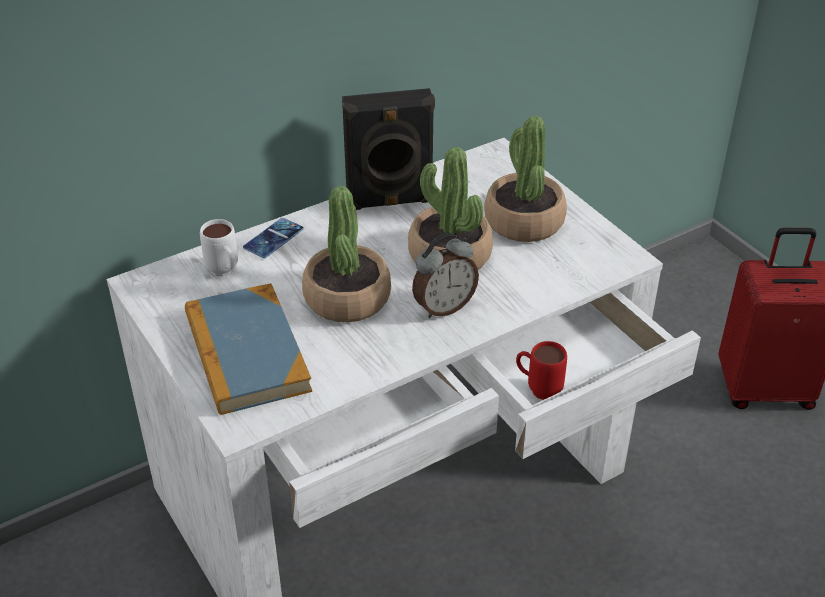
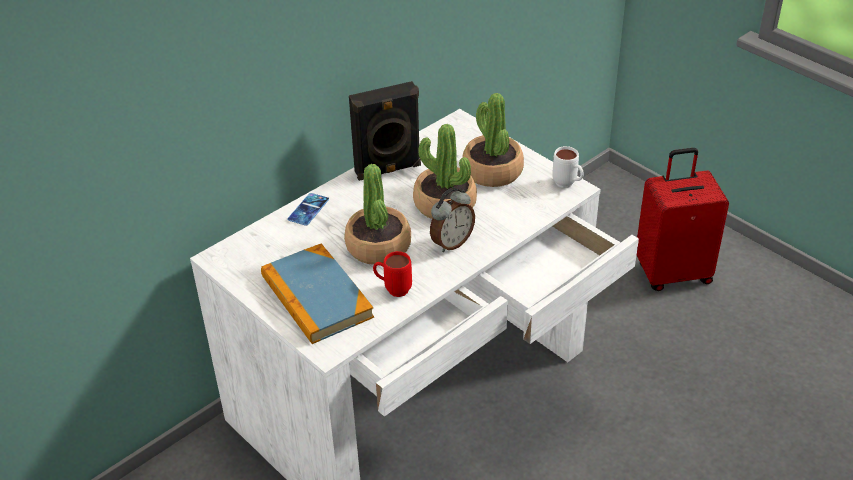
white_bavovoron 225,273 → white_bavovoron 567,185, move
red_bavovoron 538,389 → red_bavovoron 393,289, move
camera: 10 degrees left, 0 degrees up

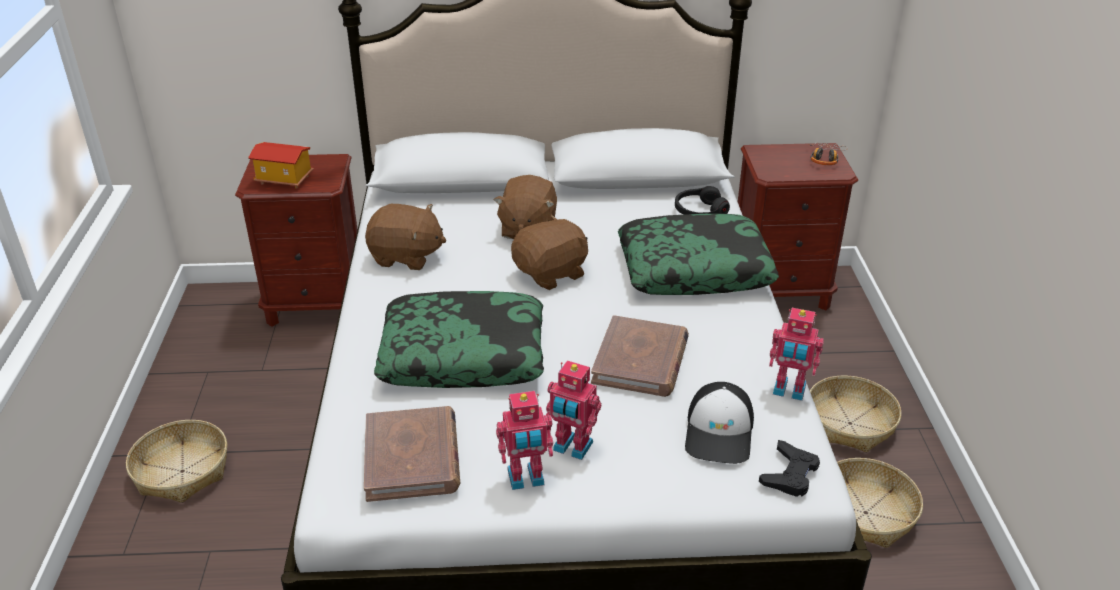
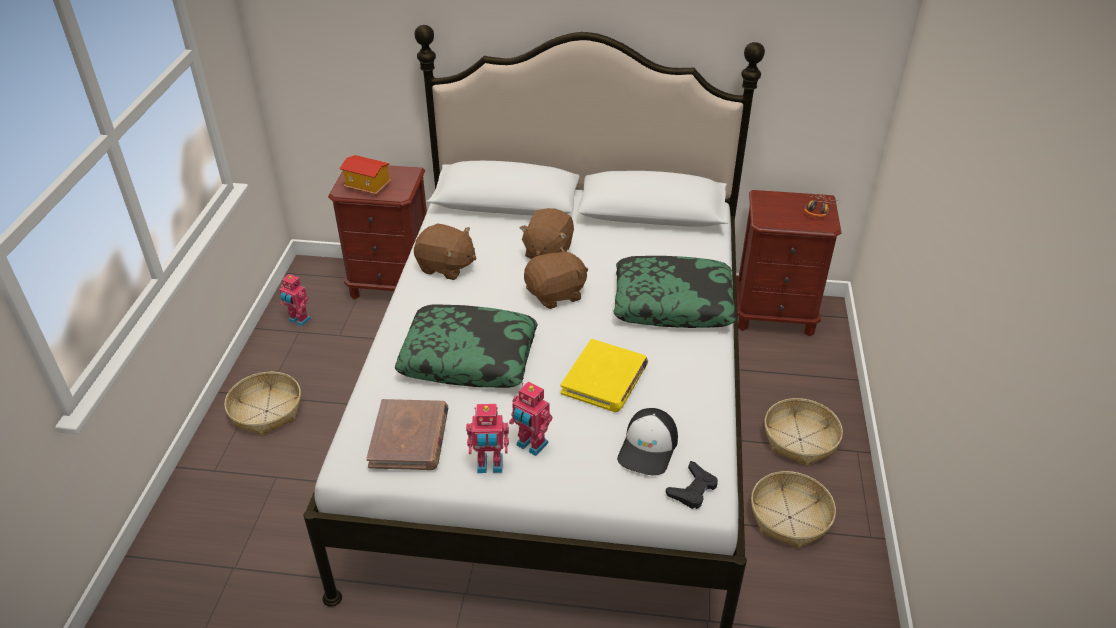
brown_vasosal 640,361 → yellow_vasosal 605,379
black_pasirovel 699,211 → -
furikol 789,391 → furikol 298,320, move
camera: 10 degrees right, 5 degrees up

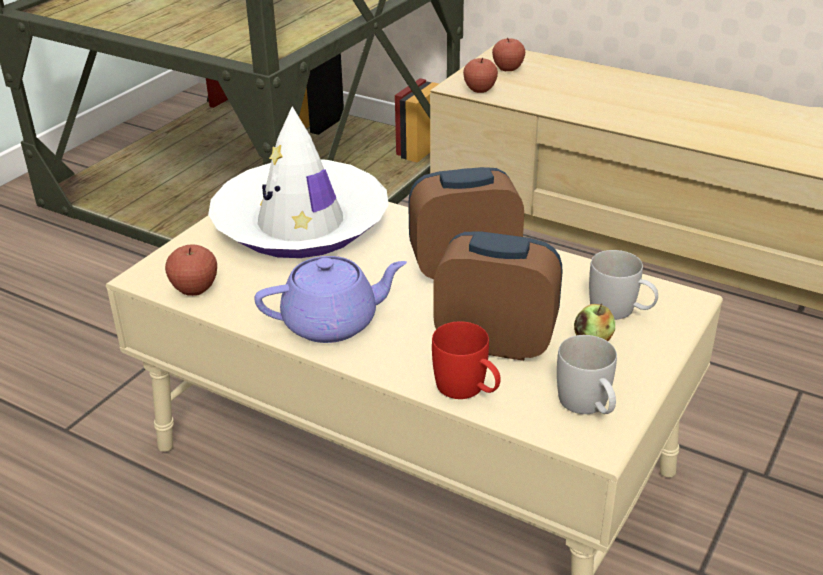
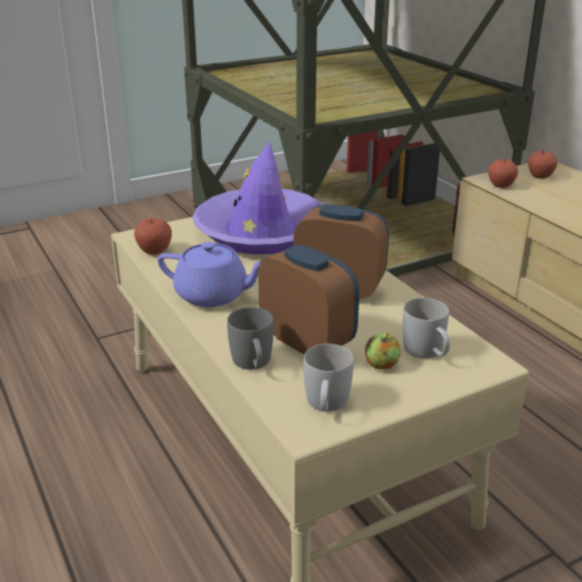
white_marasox 301,224 → purple_marasox 261,233
red_bavovoron 467,390 → grey_bavovoron 253,364
camera: 30 degrees right, 5 degrees down

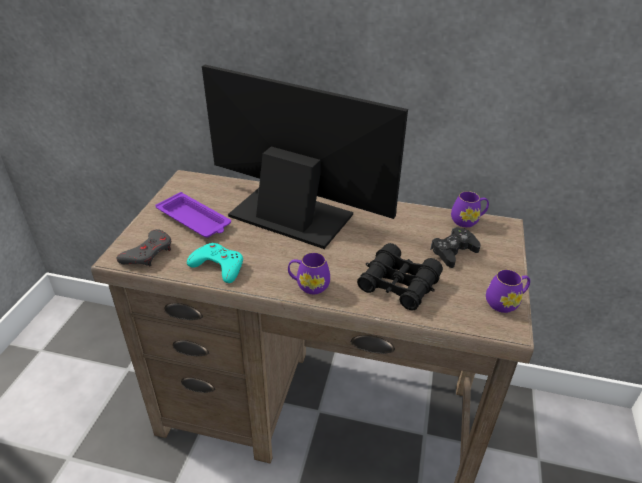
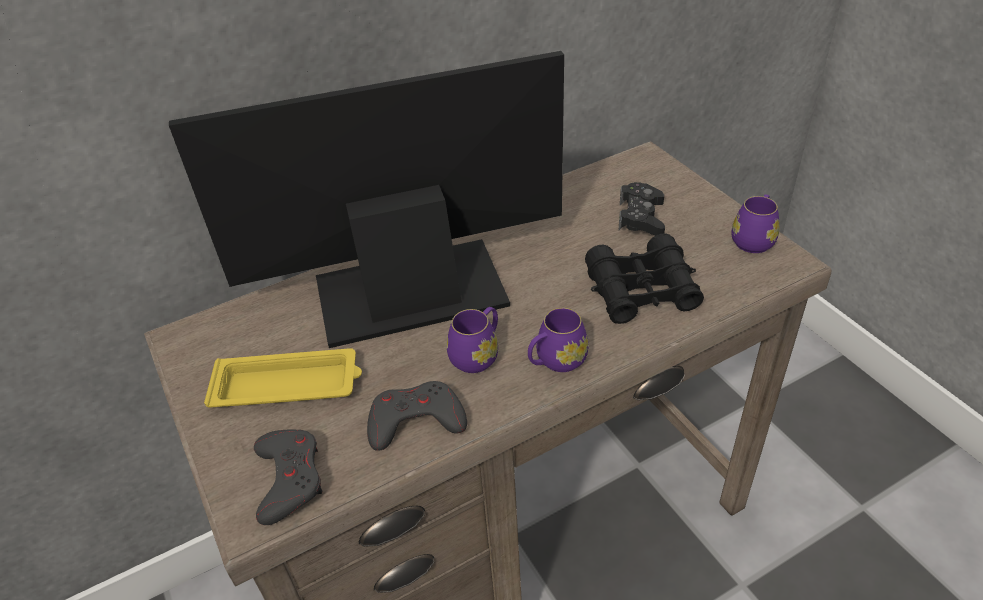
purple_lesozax 195,220 → yellow_lesozax 288,385
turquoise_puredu 218,266 → grey_puredu 415,421
purple_bavovoron 467,220 → purple_bavovoron 478,354, move
camera: 40 degrees left, 5 degrees up

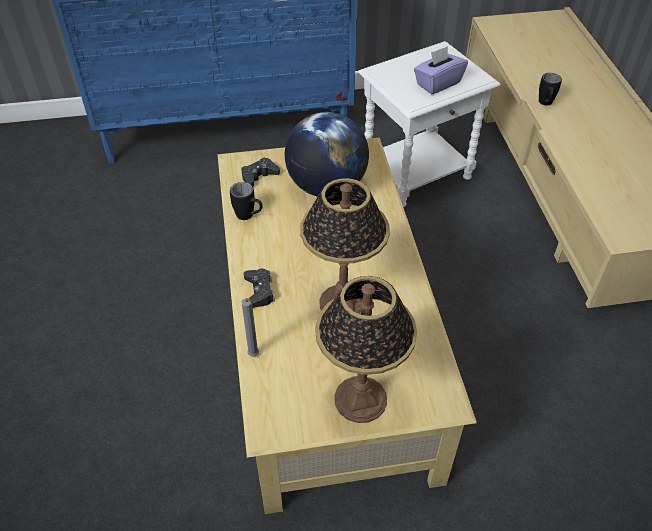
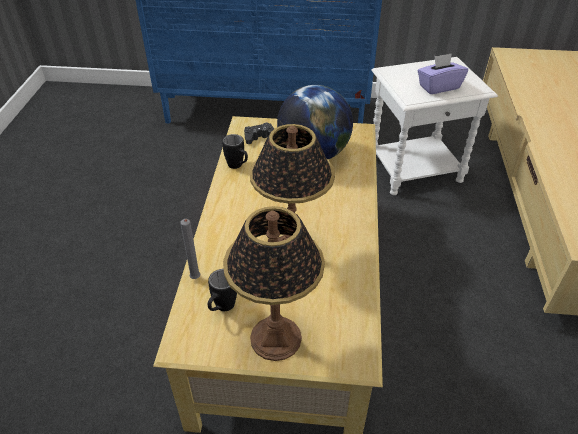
black_puredu 259,291 → -
black_bavovoron 545,104 → black_bavovoron 222,309, move
camera: 15 degrees right, 5 degrees down

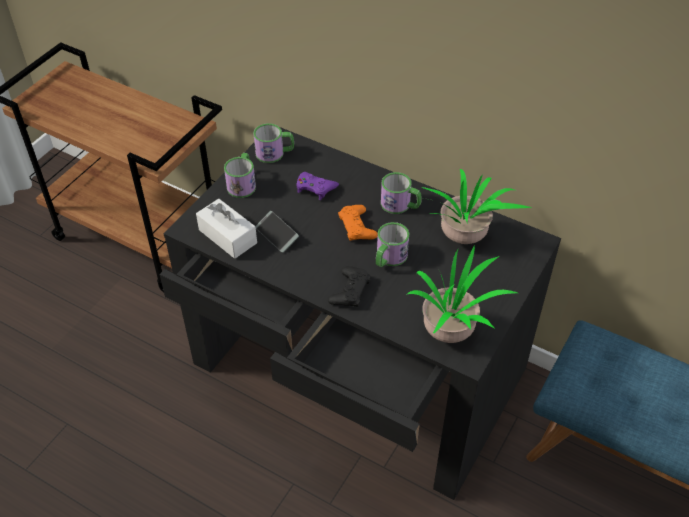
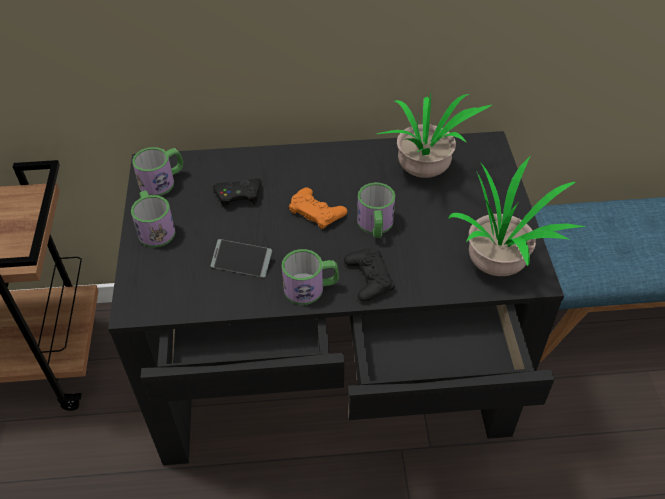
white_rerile 227,236 → -
purple_puredu 315,188 → black_puredu 238,195
bavovoron 400,205 → bavovoron 311,288, move
camera: 35 degrees left, 0 degrees up

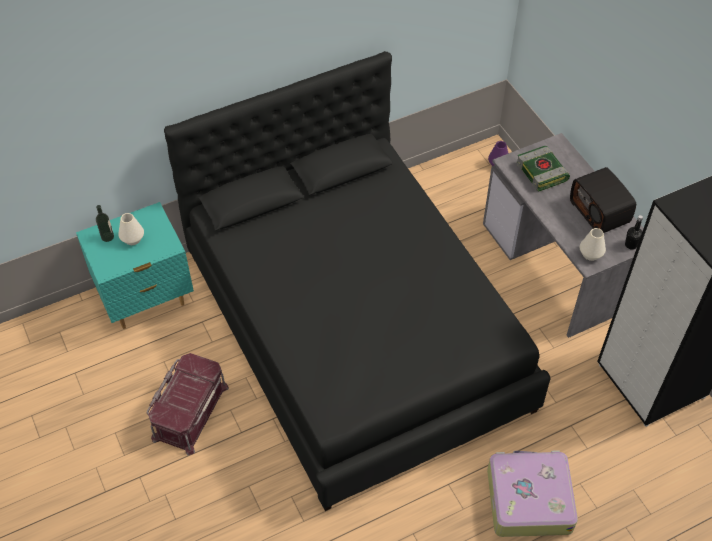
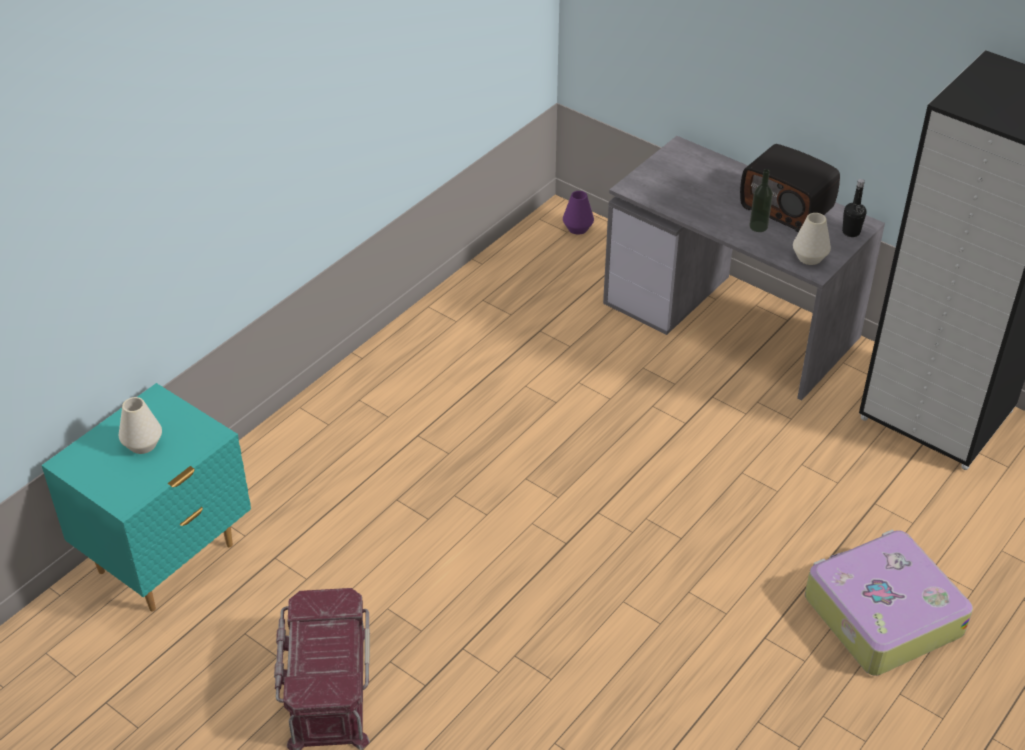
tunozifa 107,237 → tunozifa 758,226, move
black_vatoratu 355,329 → -
vasosal 542,172 → -
camera: 25 degrees left, 10 degrees down

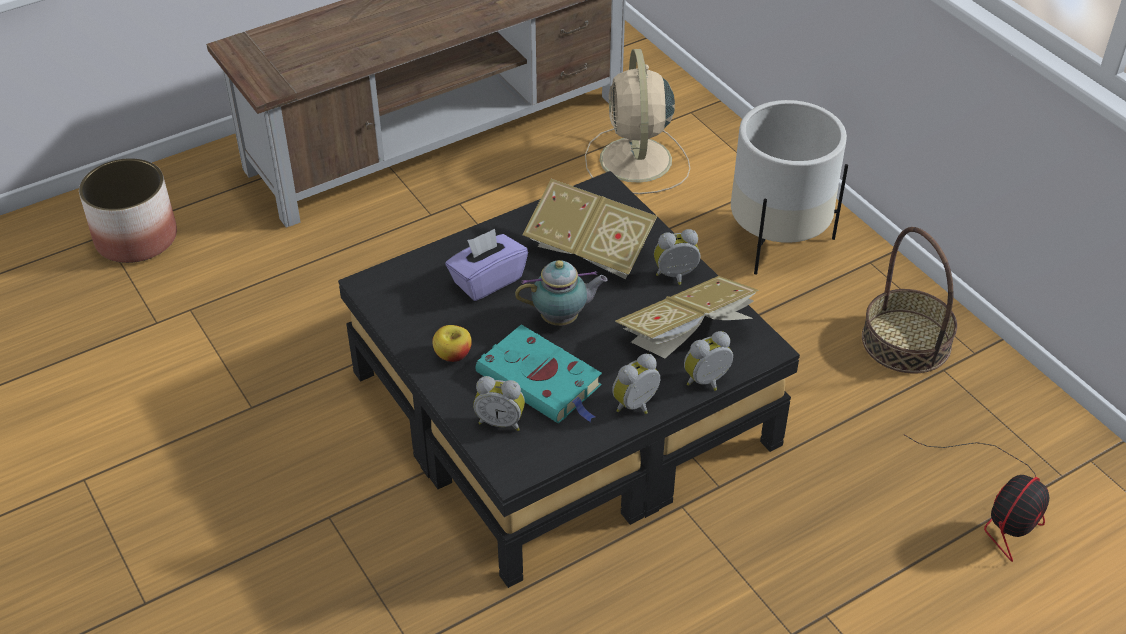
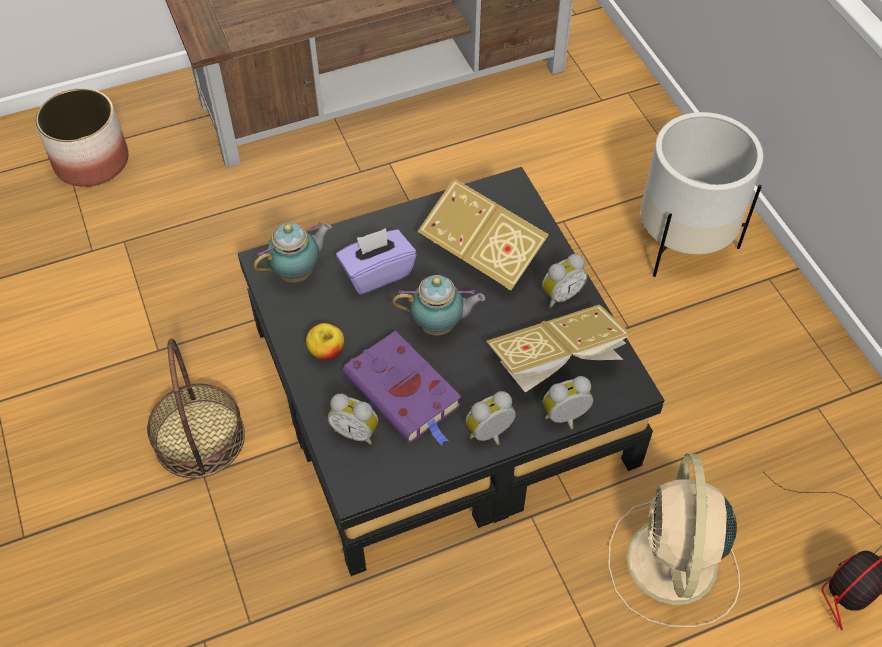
turquoise_vasosal 542,381 → purple_vasosal 405,393
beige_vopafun 636,162 → beige_vopafun 672,565, move
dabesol 676,277 → dabesol 560,295, 150 degrees clockwise
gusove 906,341 → gusove 200,438, move
- → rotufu 298,272
camera: 10 degrees right, 10 degrees up

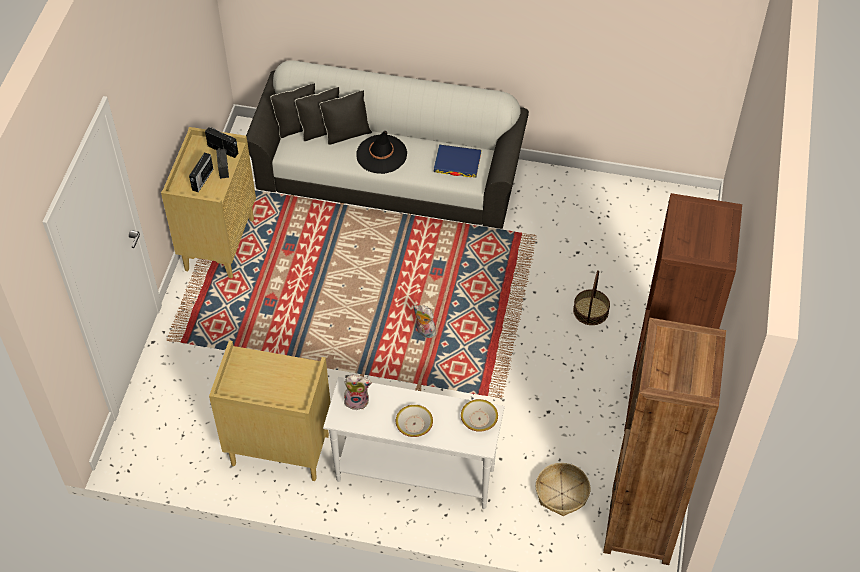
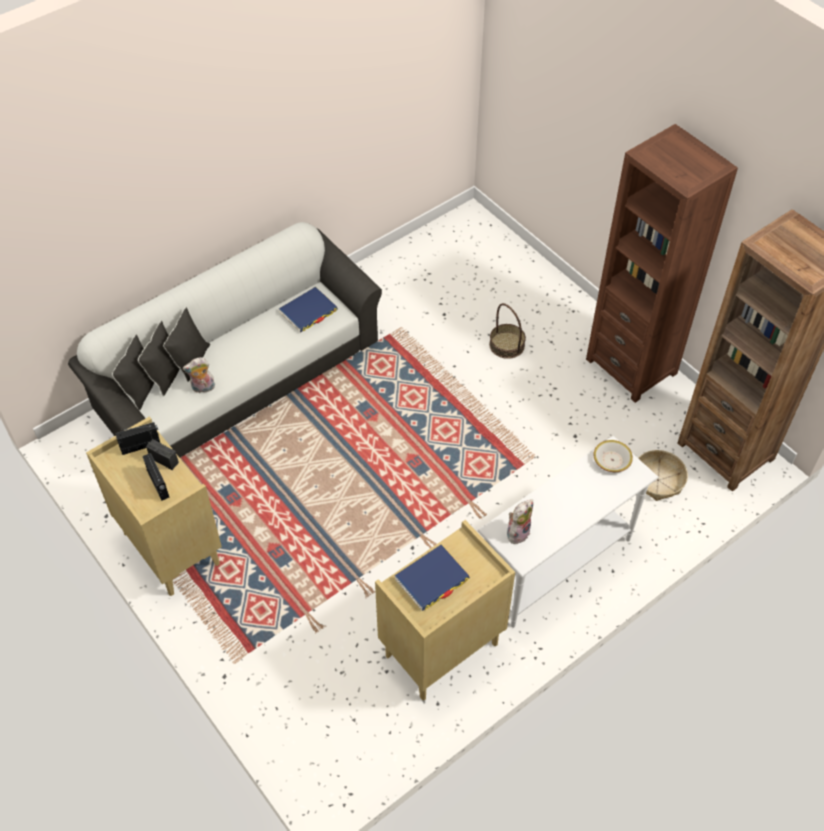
black_marasox 381,154 → -
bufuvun 414,424 → -
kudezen 424,332 → kudezen 203,388, move
- → blue_vasosal 432,579
camera: 50 degrees left, 0 degrees up

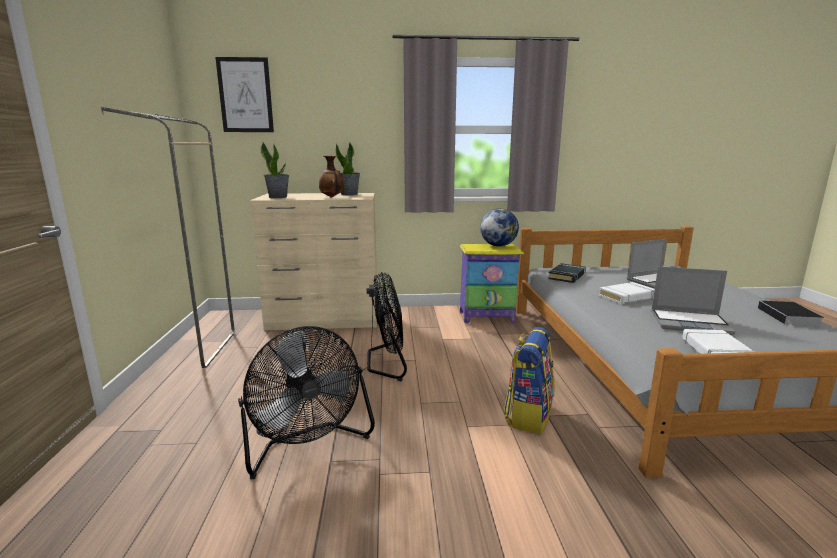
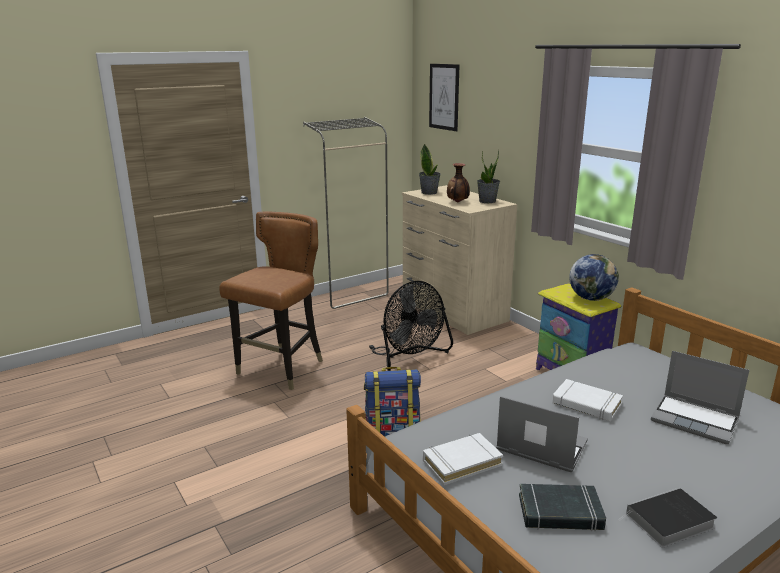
black_vopafun 301,445 → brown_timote 282,369
black_vasosal 567,276 → black_vasosal 560,512, move
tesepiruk 690,323 → tesepiruk 540,447, 135 degrees clockwise
camera: 60 degrees right, 5 degrees up

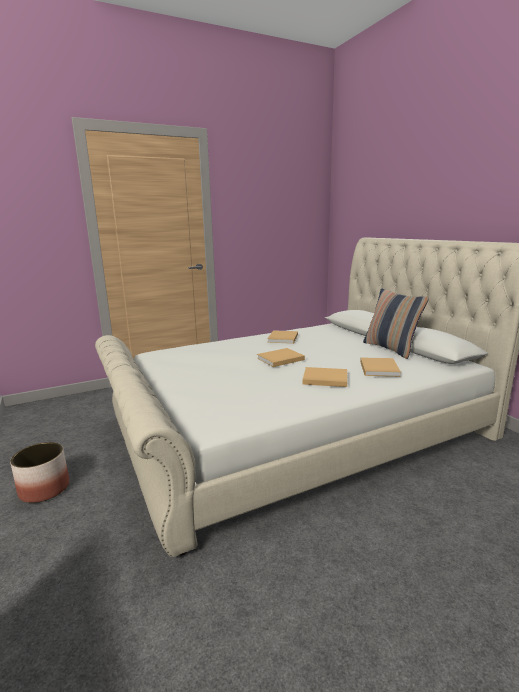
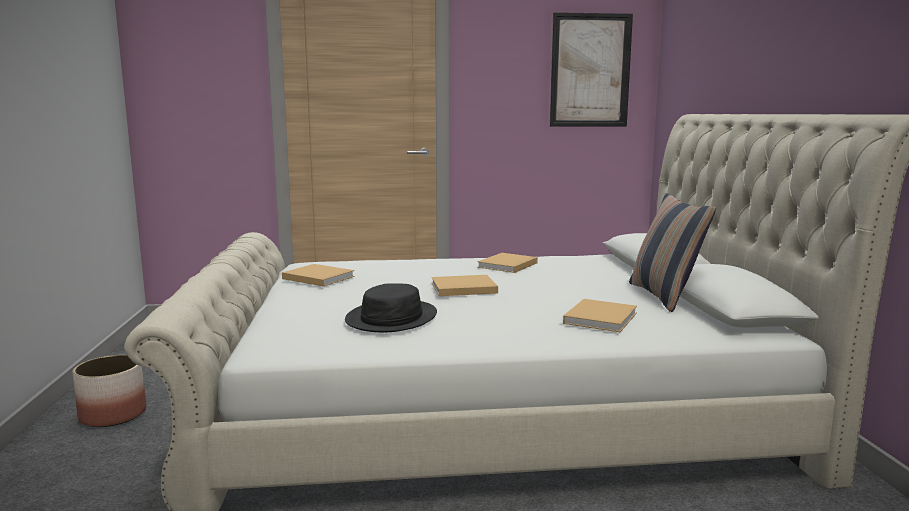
beige_vasosal 323,378 → beige_vasosal 317,277, move
- → black_marasox 392,318
- → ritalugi 590,70
camera: 20 degrees right, 5 degrees down

